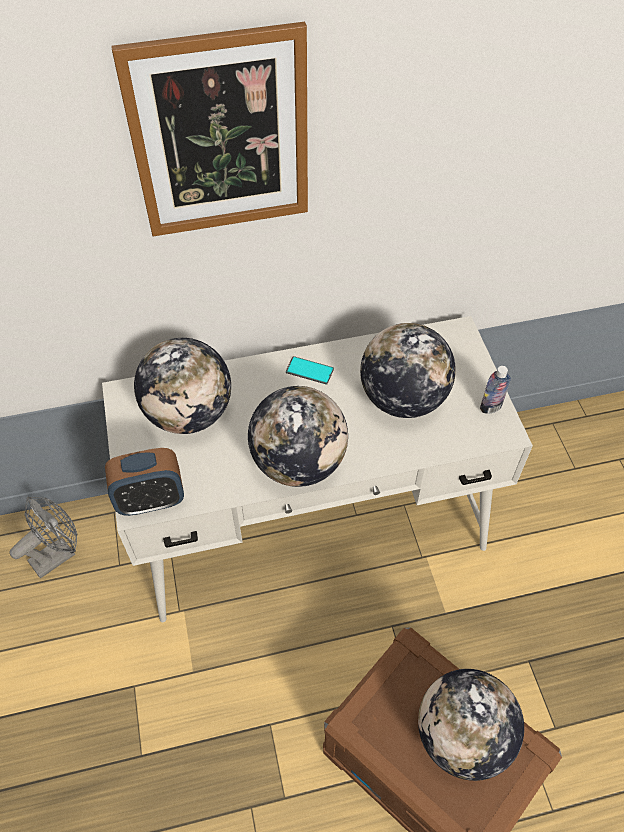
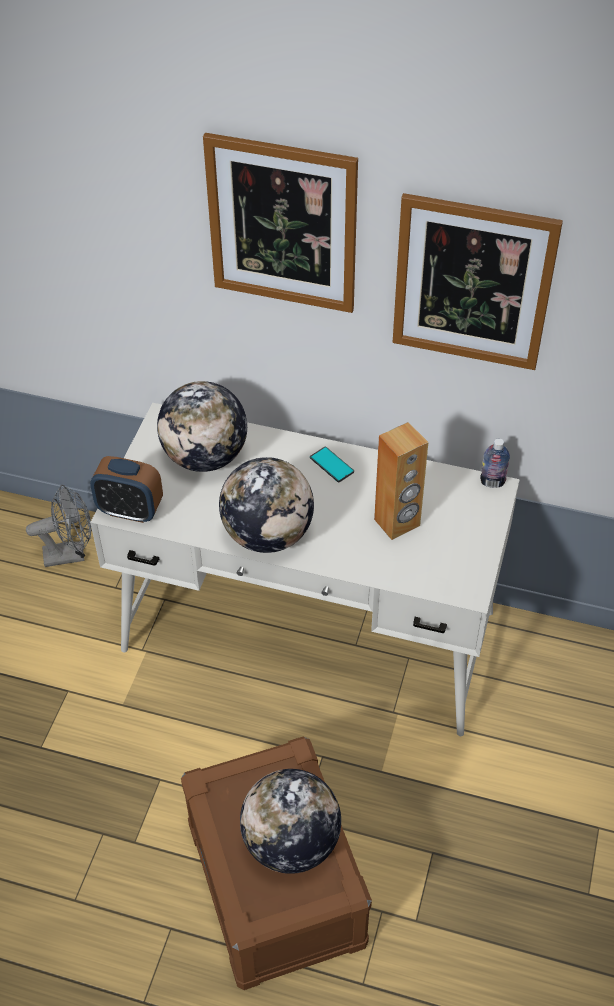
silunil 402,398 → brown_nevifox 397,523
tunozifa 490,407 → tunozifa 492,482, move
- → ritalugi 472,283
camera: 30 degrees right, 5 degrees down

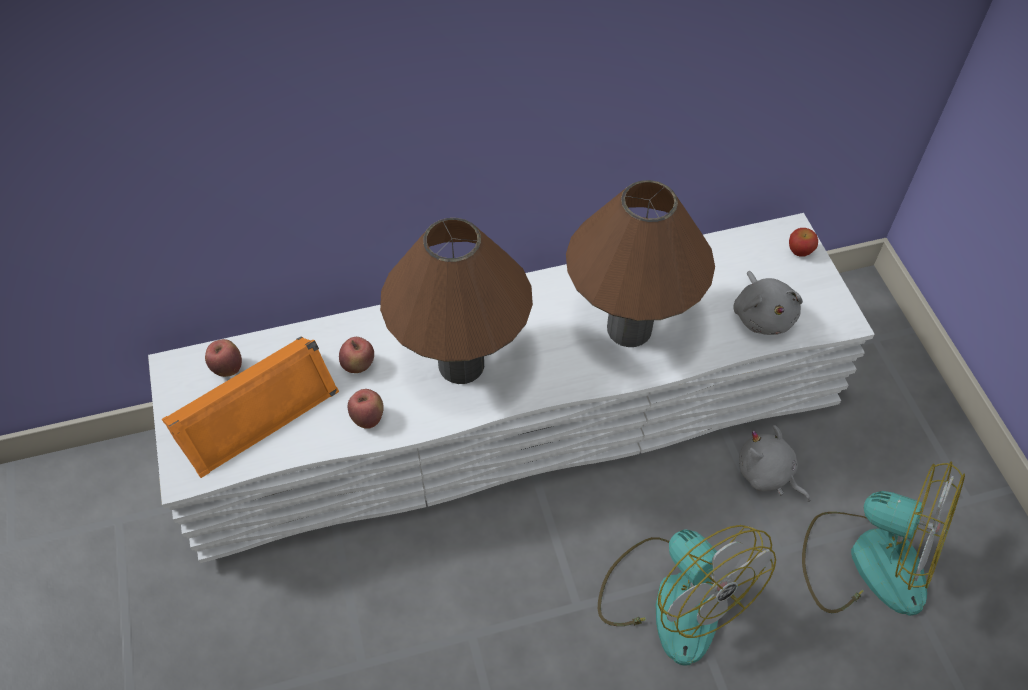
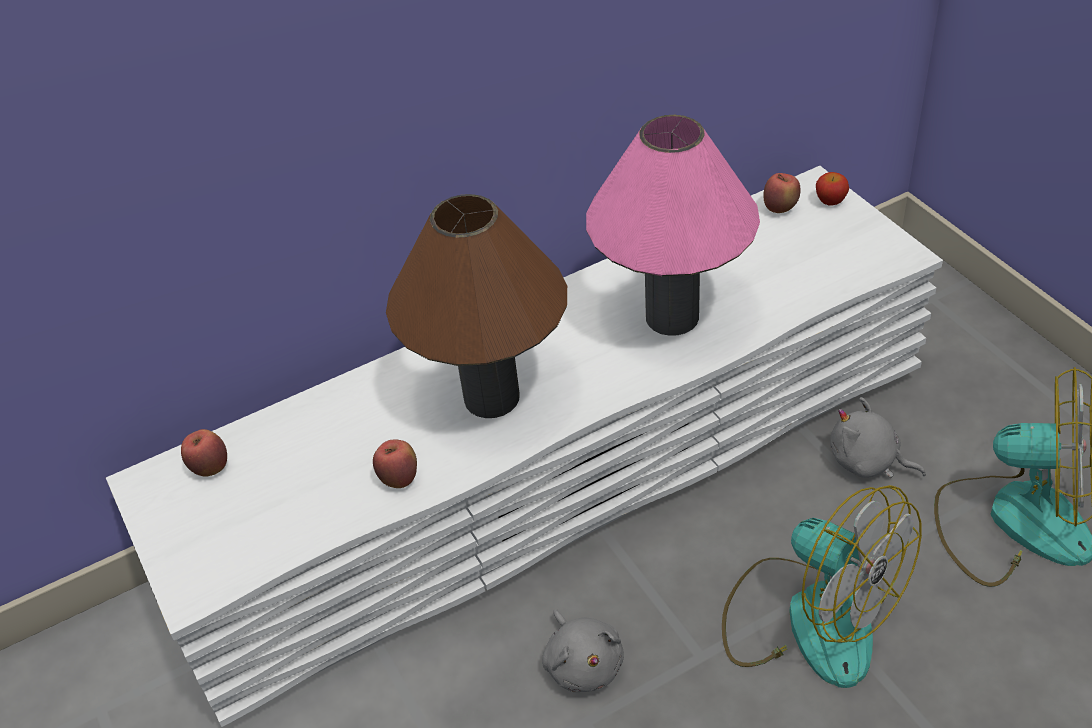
orange_nevifox 253,409 → -
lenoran 358,366 → lenoran 780,208, move
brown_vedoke 629,328 → pink_vedoke 672,317
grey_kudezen 763,315 → grey_kudezen 583,663, move
camera: 10 degrees left, 10 degrees down

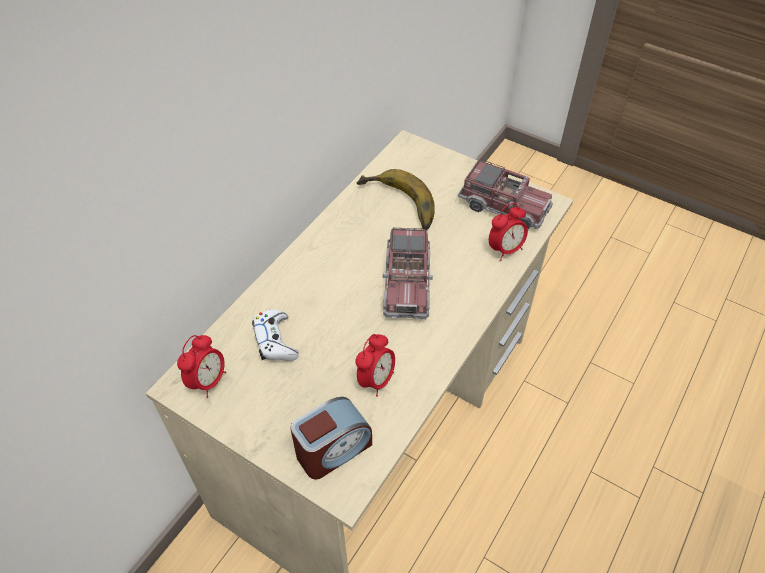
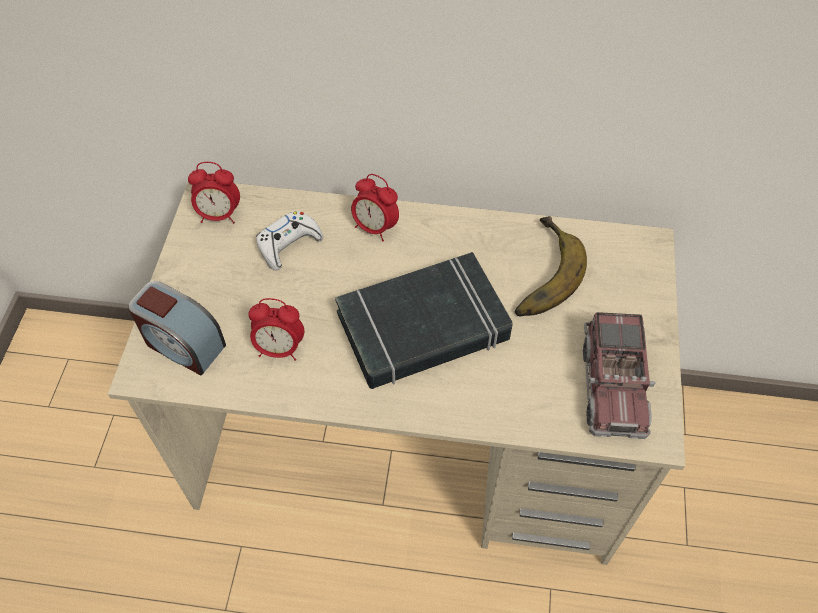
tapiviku 407,284 → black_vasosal 423,327
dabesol 505,249 → dabesol 375,228, move
camera: 65 degrees right, 5 degrees up

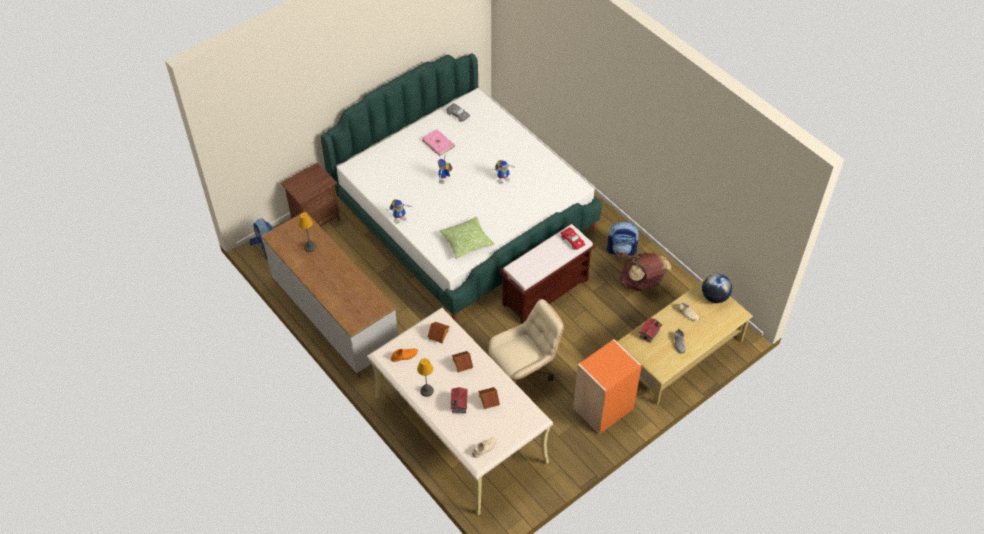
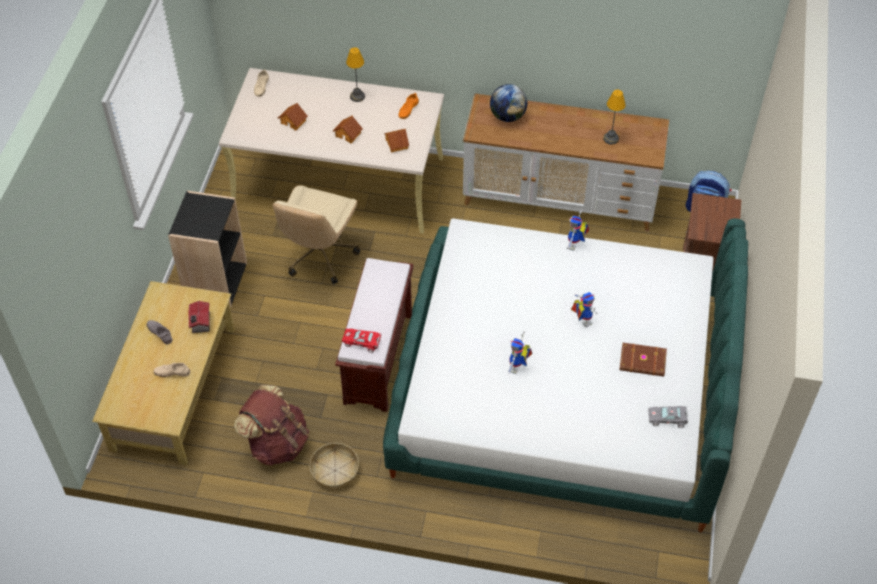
pink_vasosal 438,143 → brown_vasosal 643,362
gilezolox 466,242 → -
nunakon 458,404 → -
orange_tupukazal 603,409 → black_tupukazal 215,280
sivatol 621,250 → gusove 335,471
silunil 714,297 → silunil 507,116, move
camera: 140 degrees right, 0 degrees up

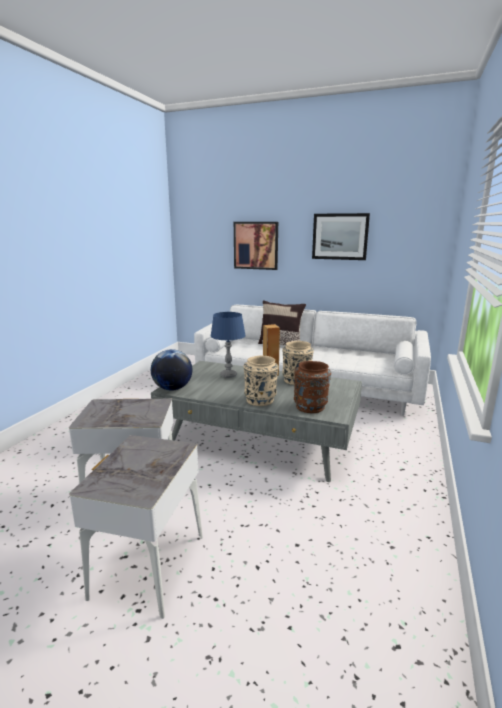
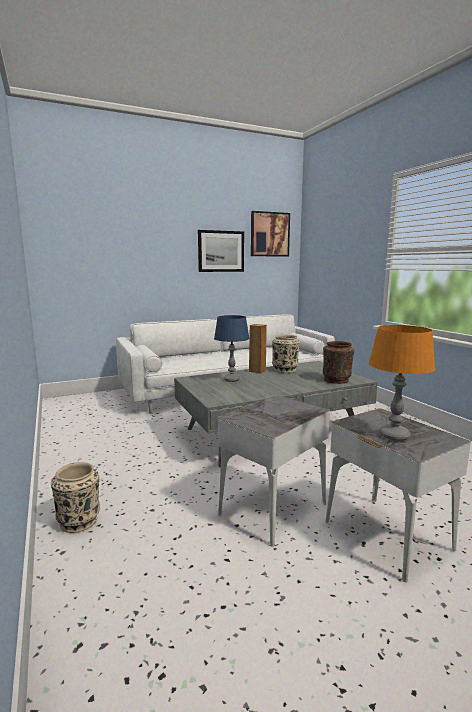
silunil 173,388 → -
ritalugi 256,245 → ritalugi 269,234, move
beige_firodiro 260,400 → beige_firodiro 79,521, move
gilezolox 281,345 → -
- → orange_vedoke 394,435
camera: 45 degrees left, 5 degrees down

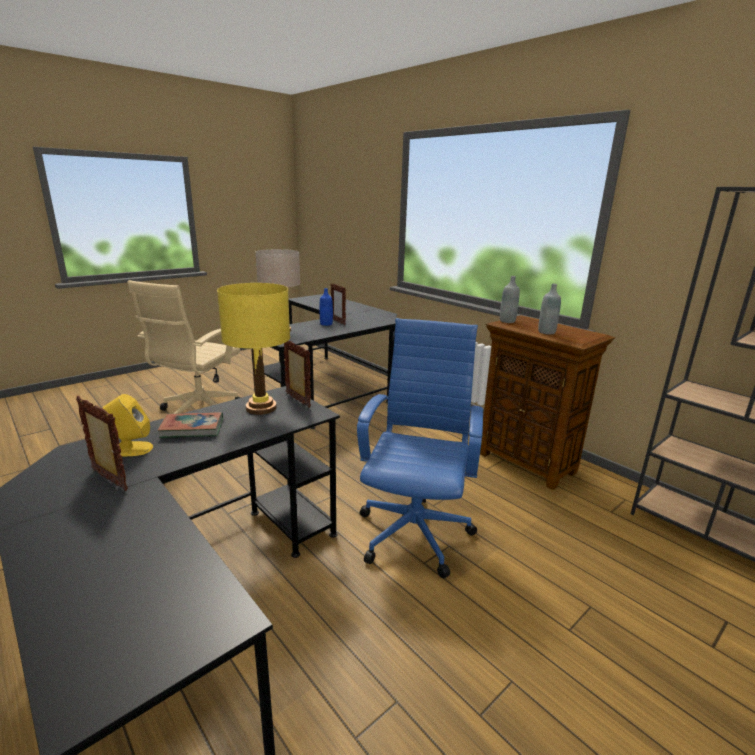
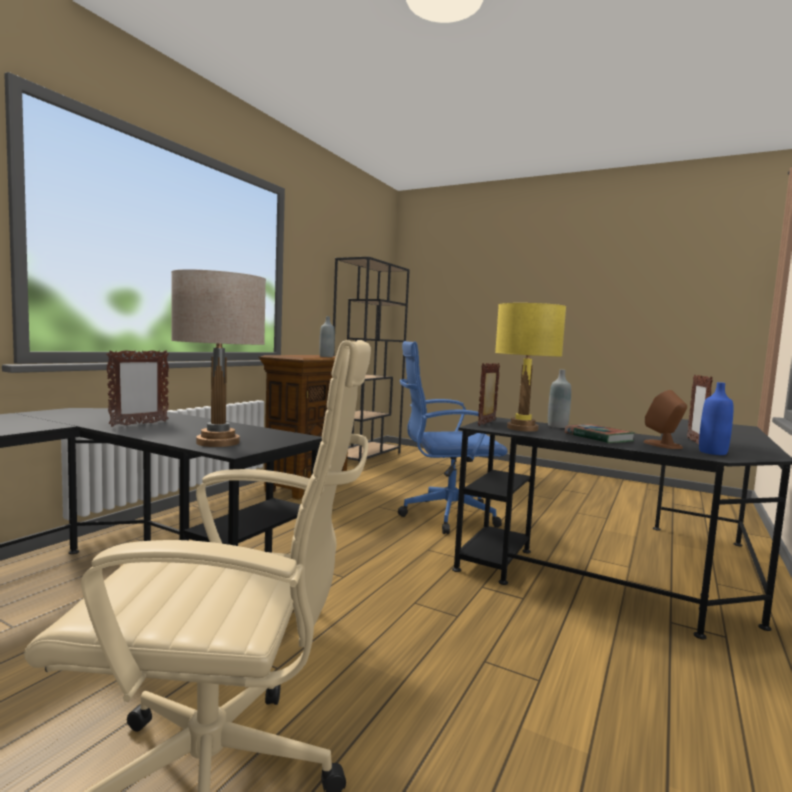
yellow_nevifox 131,449 → brown_nevifox 663,445
blue_tunozifa 326,324 → blue_tunozifa 712,452, move
grey_tunozifa 507,321 → grey_tunozifa 557,426, move
camera: 110 degrees left, 15 degrees down

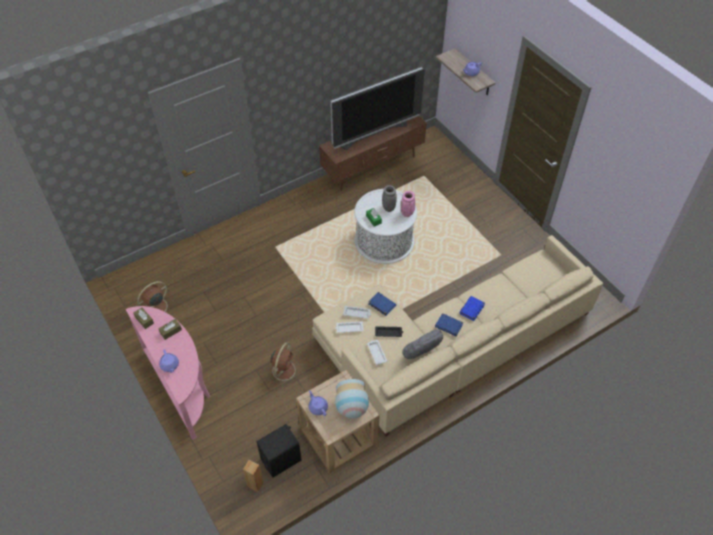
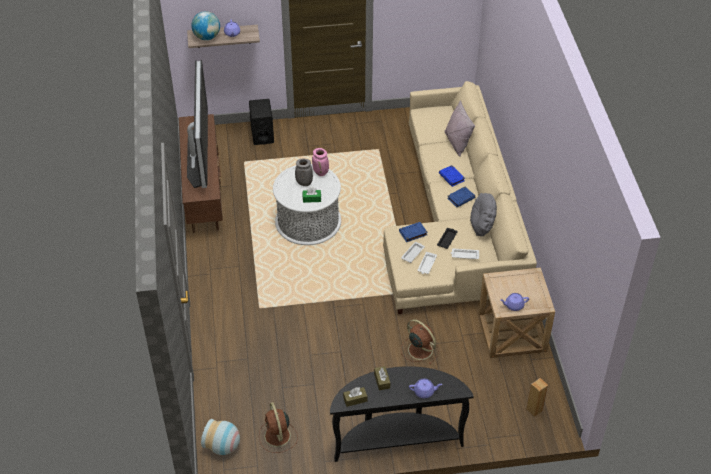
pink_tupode 182,387 → black_tupode 396,439
black_nevifox 281,459 → black_nevifox 262,134, move
firodiro 352,408 → firodiro 223,446, move
- → silunil 207,37
- → purple_gilezolox 457,143
camera: 65 degrees left, 5 degrees down

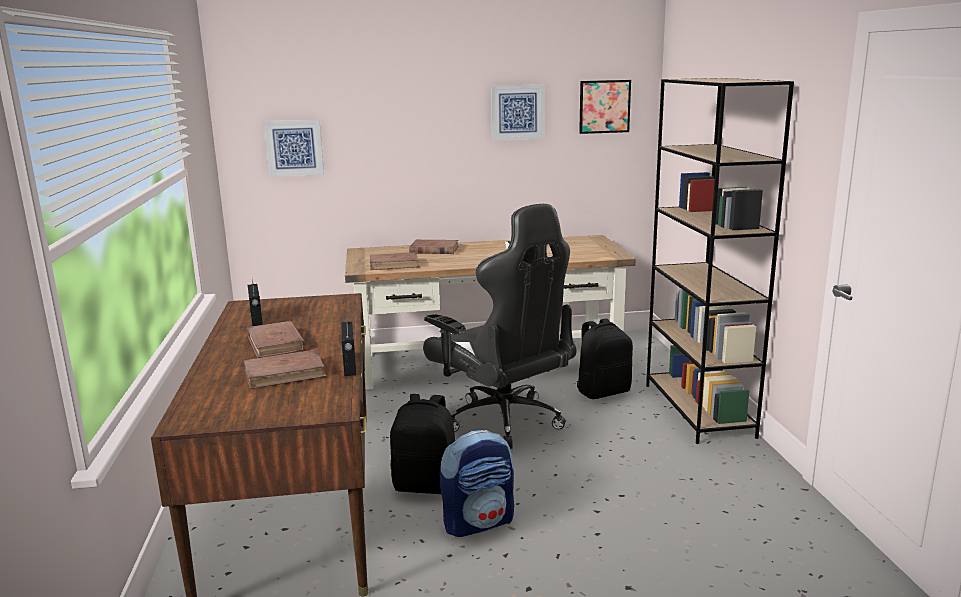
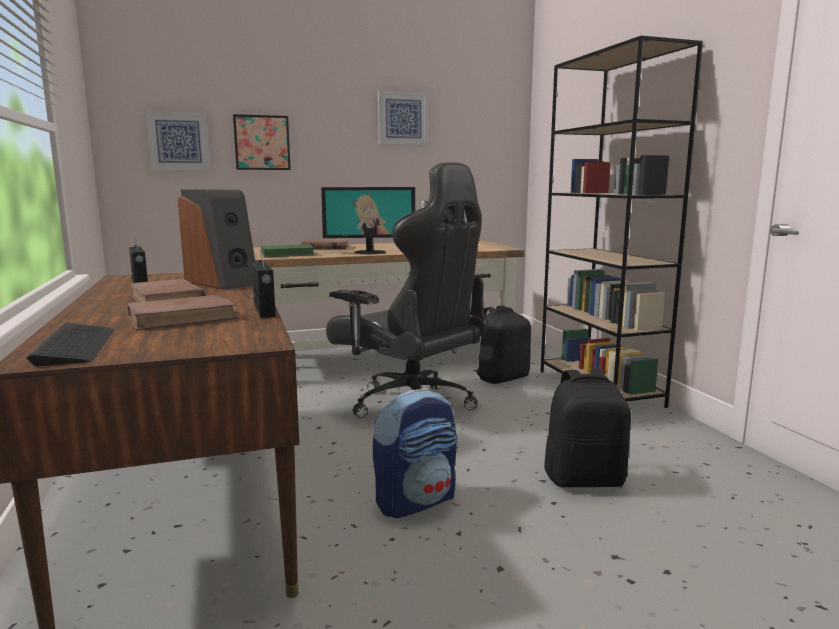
brown_vasosal 394,264 → green_vasosal 288,254
black_sivatol 426,485 → black_sivatol 584,479, move
ritalugi 604,106 → ritalugi 262,142, move
- → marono 75,346
- → nevifox 222,282
- → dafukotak 369,252
camera: 10 degrees left, 5 degrees down

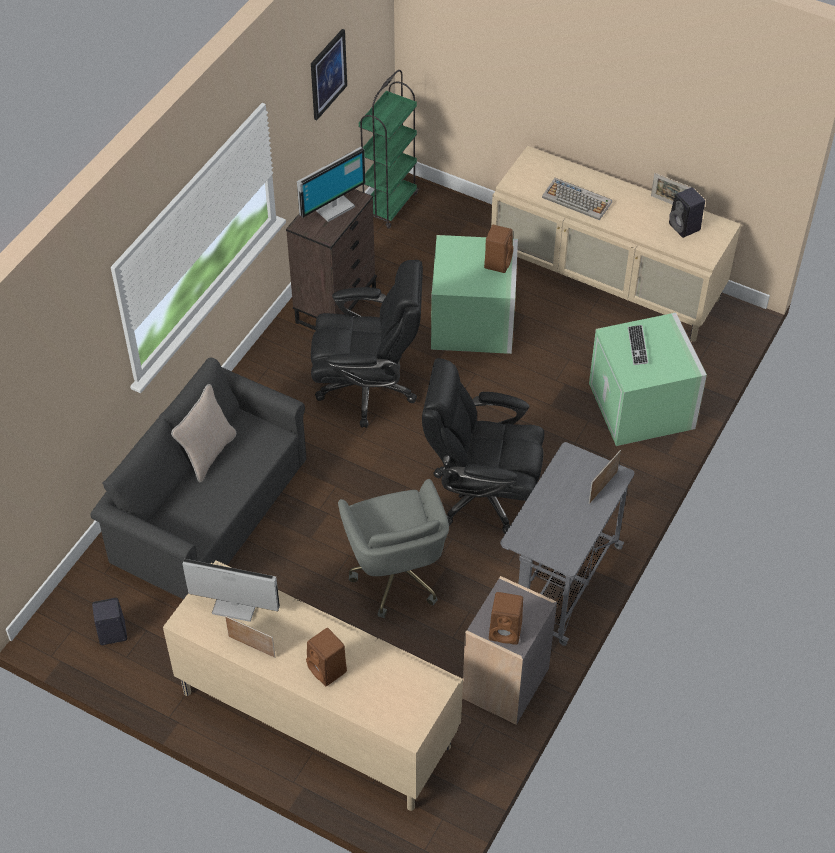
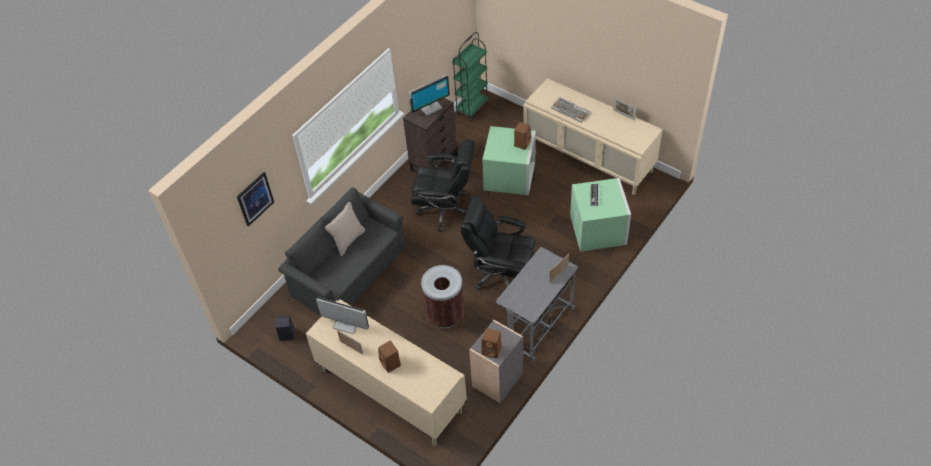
ritalugi 328,74 → ritalugi 255,199, move
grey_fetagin 395,576 → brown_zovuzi 445,315
black_nevifox 685,227 → -
camera: 10 degrees right, 0 degrees up

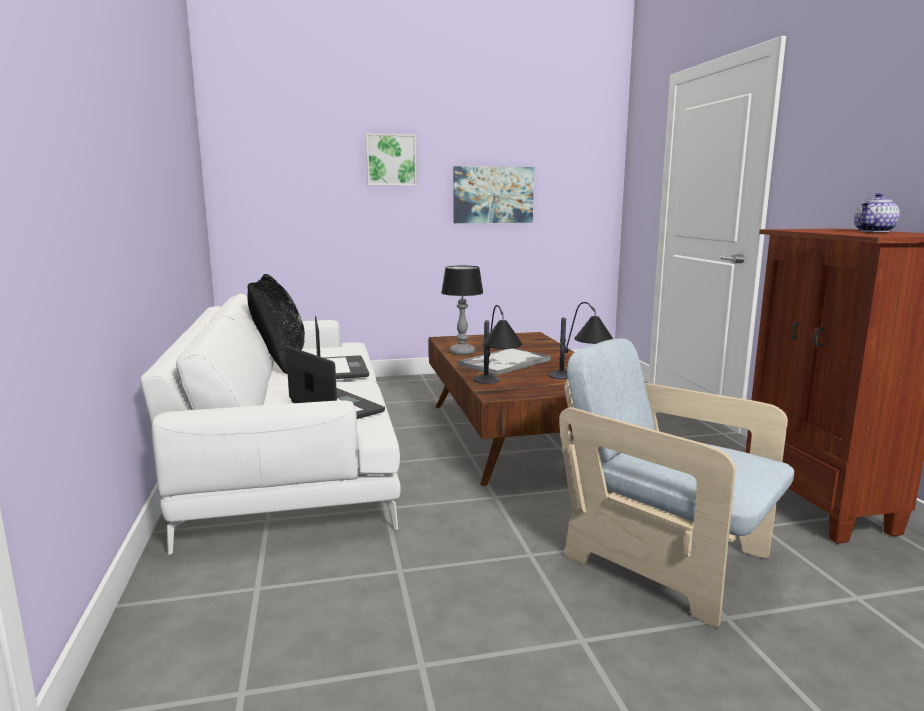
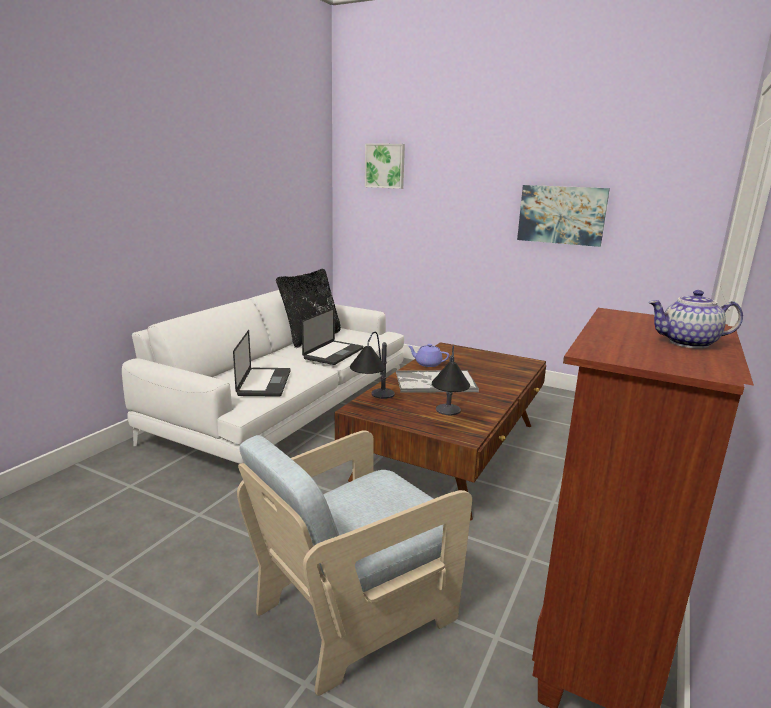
ritalugi 391,160 → ritalugi 385,166, move
vedoke 462,352 → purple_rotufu 427,364
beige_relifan 666,560 → beige_relifan 355,611, 120 degrees counterclockwise
camera: 40 degrees right, 5 degrees up

